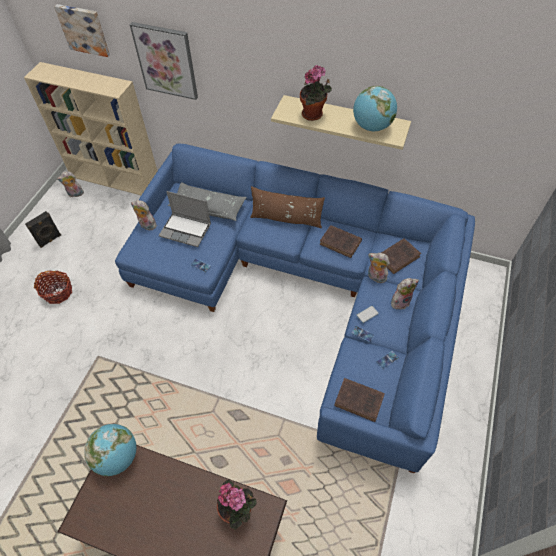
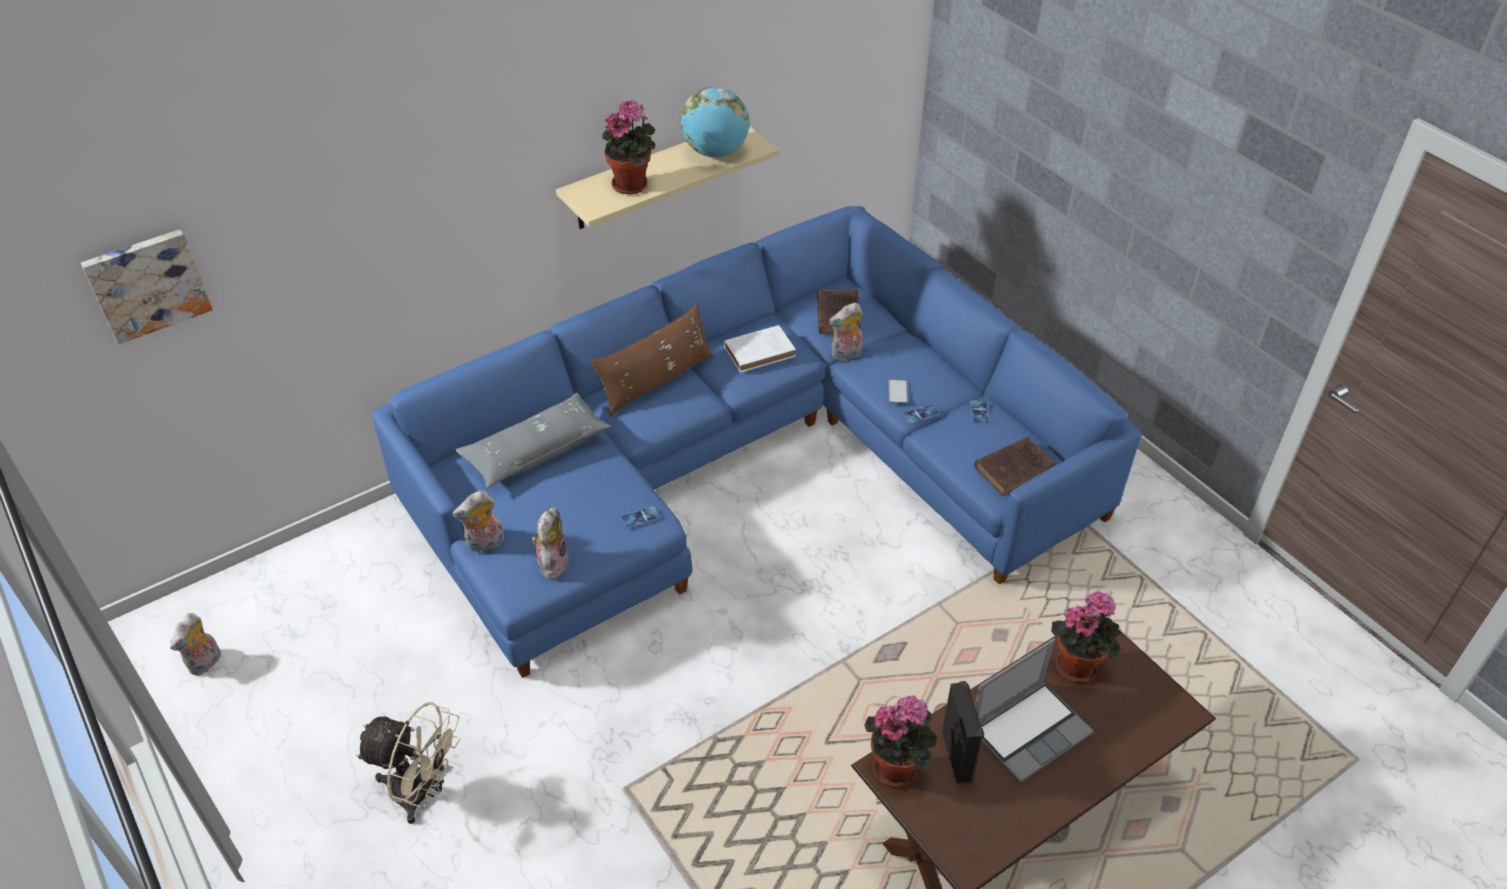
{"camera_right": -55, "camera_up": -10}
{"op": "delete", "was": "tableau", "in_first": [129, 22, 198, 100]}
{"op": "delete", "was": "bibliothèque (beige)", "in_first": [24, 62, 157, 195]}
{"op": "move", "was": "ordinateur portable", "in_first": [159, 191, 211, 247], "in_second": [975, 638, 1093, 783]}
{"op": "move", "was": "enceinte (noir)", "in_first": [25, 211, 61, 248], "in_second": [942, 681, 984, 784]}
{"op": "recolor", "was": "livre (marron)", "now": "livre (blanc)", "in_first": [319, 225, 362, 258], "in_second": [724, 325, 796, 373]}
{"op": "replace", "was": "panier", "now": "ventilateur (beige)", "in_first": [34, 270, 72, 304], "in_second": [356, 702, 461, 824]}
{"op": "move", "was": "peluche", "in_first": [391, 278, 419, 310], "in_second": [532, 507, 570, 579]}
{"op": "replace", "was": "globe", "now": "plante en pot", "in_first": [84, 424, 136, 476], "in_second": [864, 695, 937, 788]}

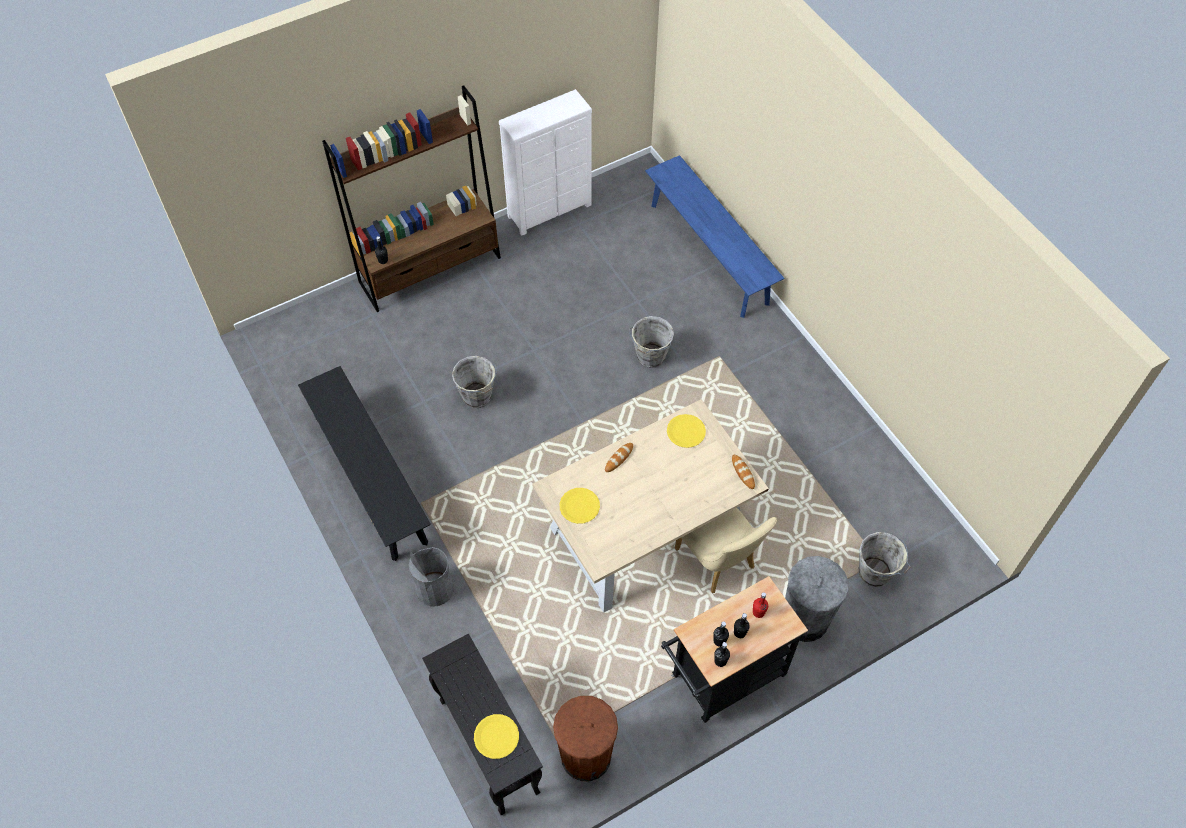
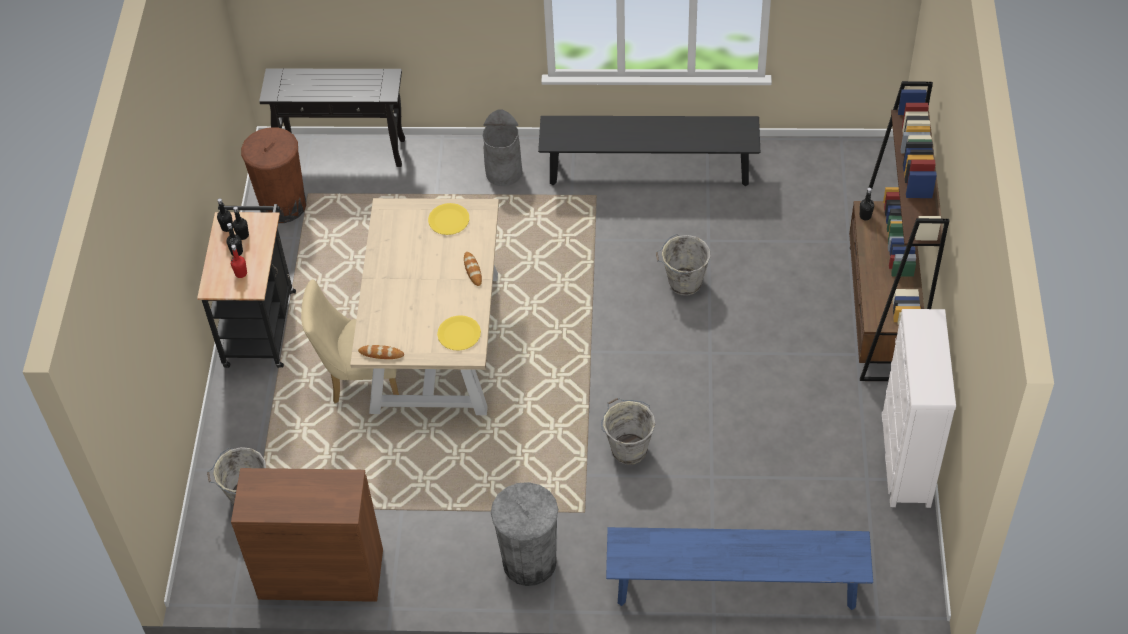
{"camera_right": 125, "camera_up": -5}
{"op": "move", "was": "poubelle (gris)", "in_first": [785, 556, 849, 642], "in_second": [491, 482, 558, 586]}
{"op": "delete", "was": "assiette (jaune)", "in_first": [474, 714, 519, 759]}
{"op": "insert", "now": "meuble de rangement (marron)", "in_second": [231, 468, 383, 602]}

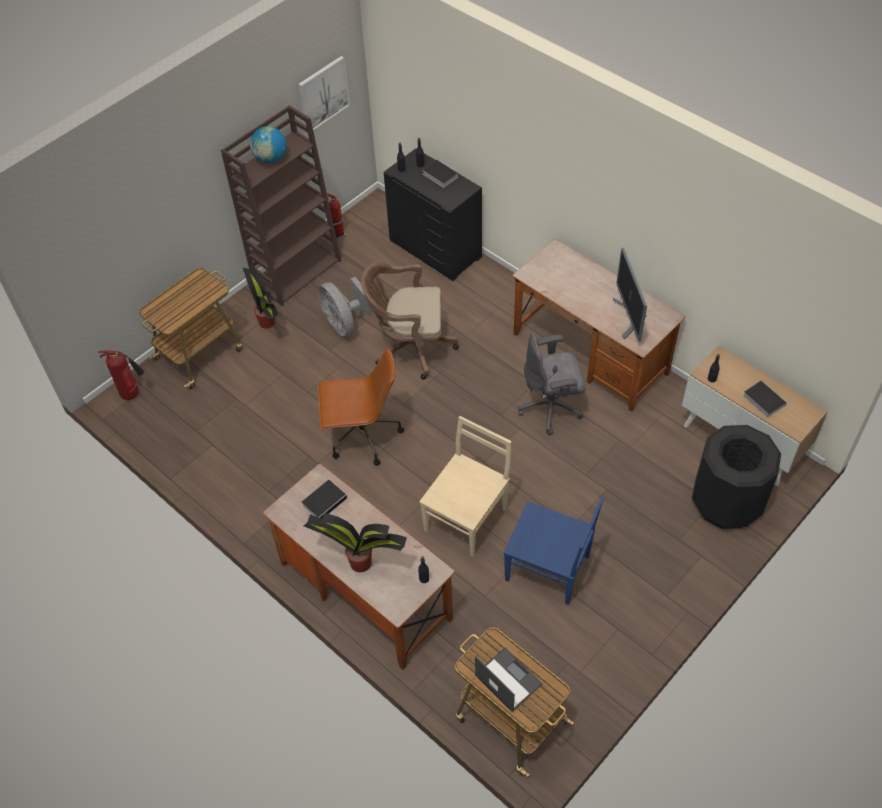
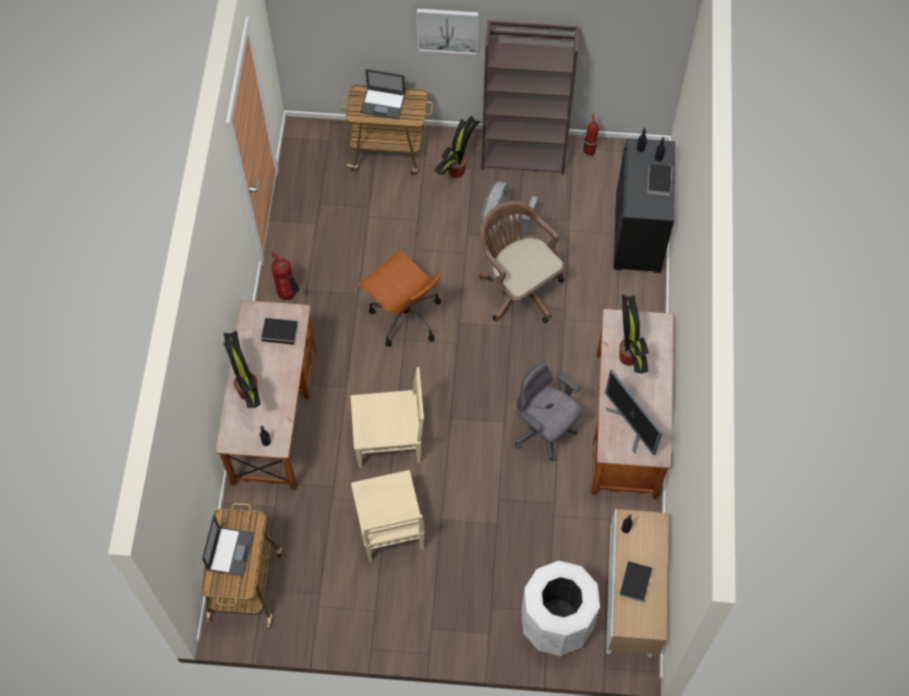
{"camera_right": 50, "camera_up": 10}
{"op": "move", "was": "tableau", "in_first": [298, 56, 350, 131], "in_second": [417, 9, 478, 55]}
{"op": "delete", "was": "globe", "in_first": [250, 126, 286, 163]}
{"op": "rotate", "was": "écran d'ordinateur", "in_first": [613, 248, 647, 342], "in_second": [605, 369, 662, 456], "clockwise": -75}
{"op": "move", "was": "extincteur", "in_first": [98, 349, 144, 400], "in_second": [271, 251, 299, 300]}
{"op": "recolor", "was": "poubelle (noir)", "now": "poubelle (blanc)", "in_first": [692, 425, 781, 529], "in_second": [521, 561, 600, 656]}
{"op": "recolor", "was": "chaise (bleu)", "now": "chaise (beige)", "in_first": [504, 497, 604, 605], "in_second": [351, 470, 425, 562]}
{"op": "insert", "now": "ordinateur portable", "in_second": [360, 69, 406, 120]}
{"op": "insert", "now": "plante en pot", "in_second": [619, 295, 649, 374]}

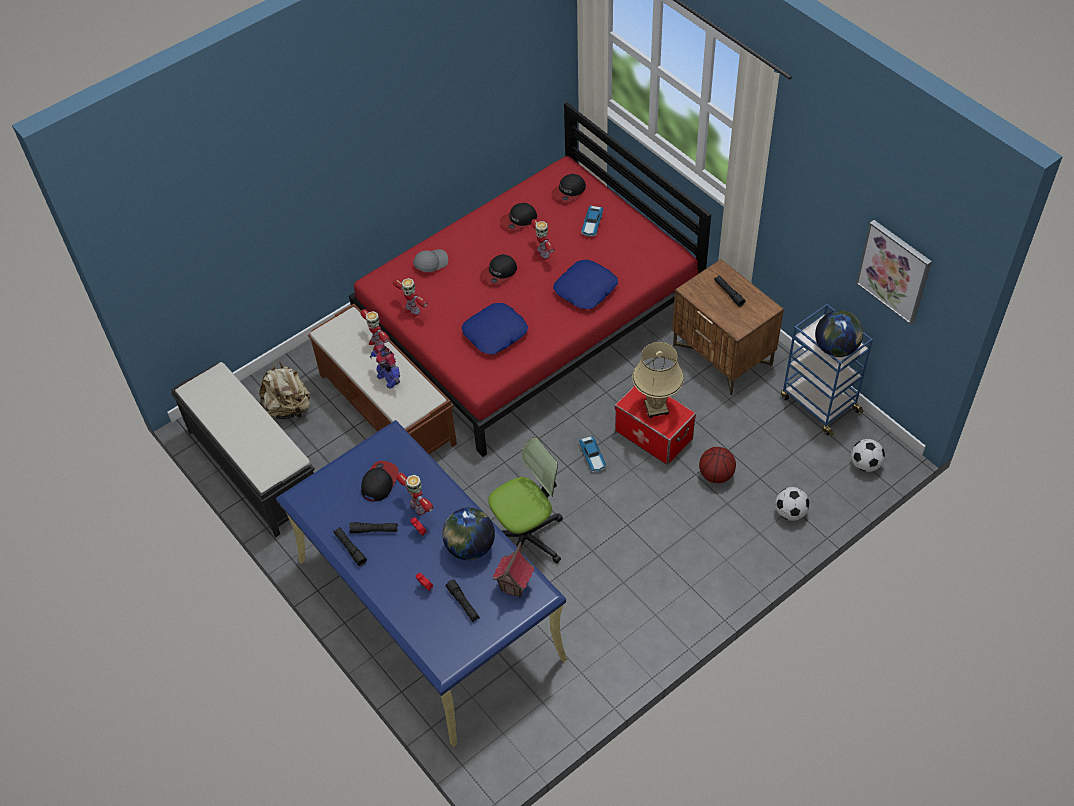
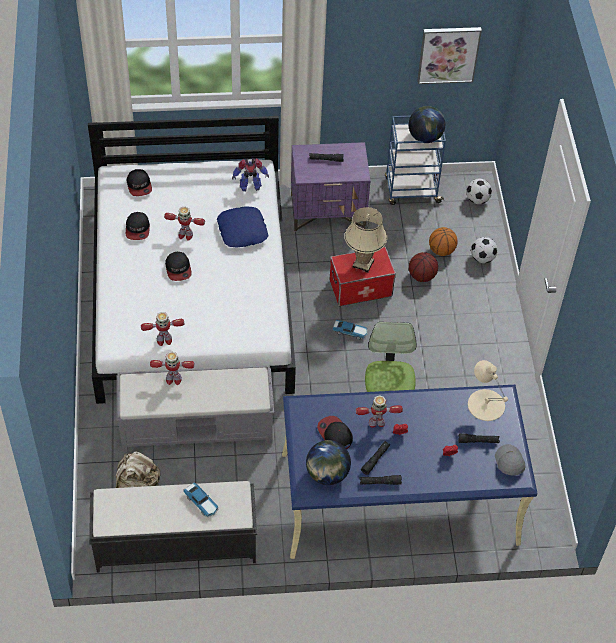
{"camera_right": -60, "camera_up": 0}
{"op": "recolor", "was": "lit (rouge)", "now": "lit (blanc)", "in_first": [349, 102, 711, 457], "in_second": [88, 116, 296, 404]}
{"op": "move", "was": "petite voiture", "in_first": [581, 205, 603, 237], "in_second": [183, 482, 219, 517]}
{"op": "move", "was": "casquette (gris)", "in_first": [413, 249, 448, 272], "in_second": [495, 444, 525, 475]}
{"op": "recolor", "was": "table de chevet (marron)", "now": "table de chevet (violet)", "in_first": [672, 259, 784, 395], "in_second": [291, 142, 371, 232]}
{"op": "delete", "was": "coussin (bleu)", "in_first": [462, 303, 528, 355]}
{"op": "recolor", "was": "banc (marron)", "now": "banc (gris)", "in_first": [308, 304, 457, 454], "in_second": [116, 365, 274, 452]}
{"op": "move", "was": "robot jouet", "in_first": [370, 344, 400, 389], "in_second": [232, 158, 269, 191]}
{"op": "move", "was": "globe", "in_first": [442, 508, 495, 560], "in_second": [306, 440, 351, 485]}
{"op": "replace", "was": "maison miniature", "now": "lampe de table (beige)", "in_first": [493, 542, 534, 598], "in_second": [468, 360, 508, 421]}
{"op": "insert", "now": "ballon de basket", "in_second": [429, 227, 458, 256]}

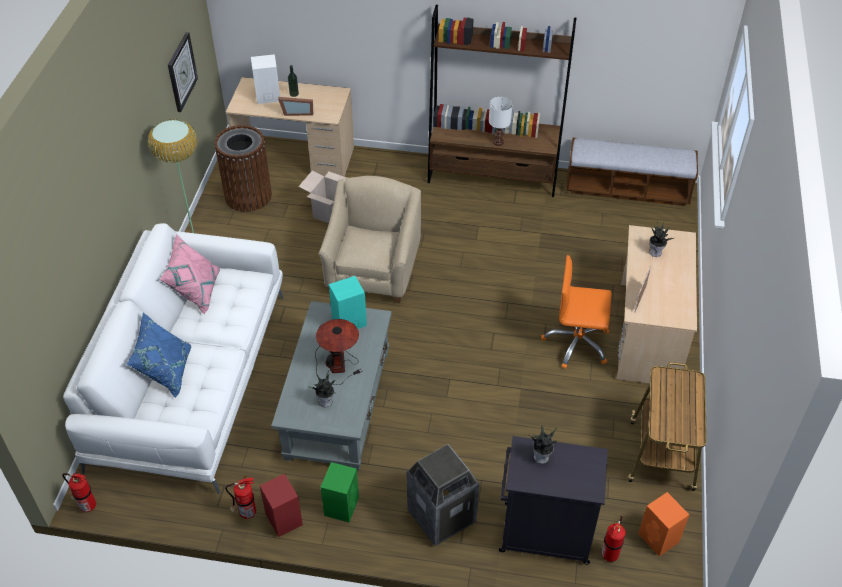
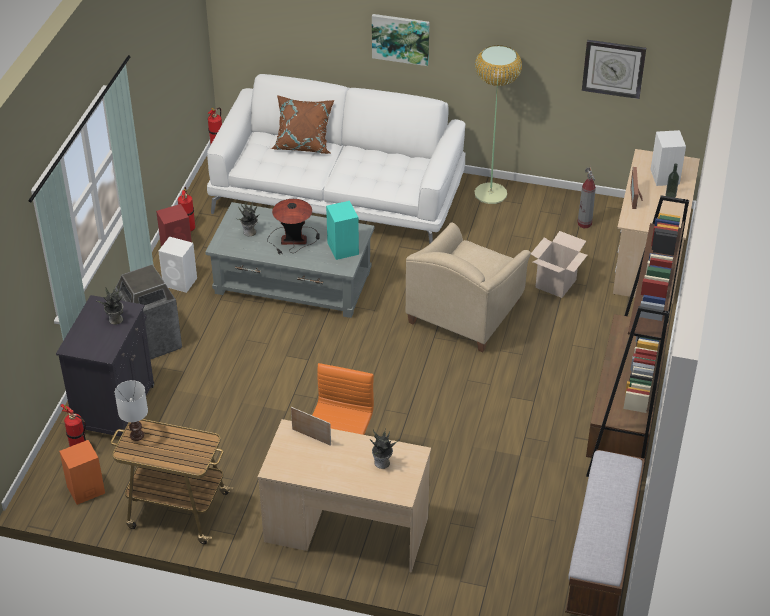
{"camera_right": 95, "camera_up": -5}
{"op": "move", "was": "lampe de table (blanc)", "in_first": [489, 97, 513, 146], "in_second": [115, 380, 148, 441]}
{"op": "replace", "was": "poubelle (marron)", "now": "extincteur", "in_first": [214, 125, 272, 212], "in_second": [577, 166, 596, 228]}
{"op": "rotate", "was": "fauteuil (beige)", "in_first": [319, 176, 421, 303], "in_second": [406, 222, 531, 352], "clockwise": 105}
{"op": "delete", "was": "coussin (rose)", "in_first": [160, 235, 220, 314]}
{"op": "recolor", "was": "coussin (bleu)", "now": "coussin (marron)", "in_first": [126, 312, 191, 398], "in_second": [271, 95, 334, 154]}
{"op": "recolor", "was": "enceinte (vert)", "now": "enceinte (blanc)", "in_first": [320, 462, 359, 522], "in_second": [158, 236, 197, 293]}
{"op": "insert", "now": "tableau", "in_second": [372, 14, 430, 66]}

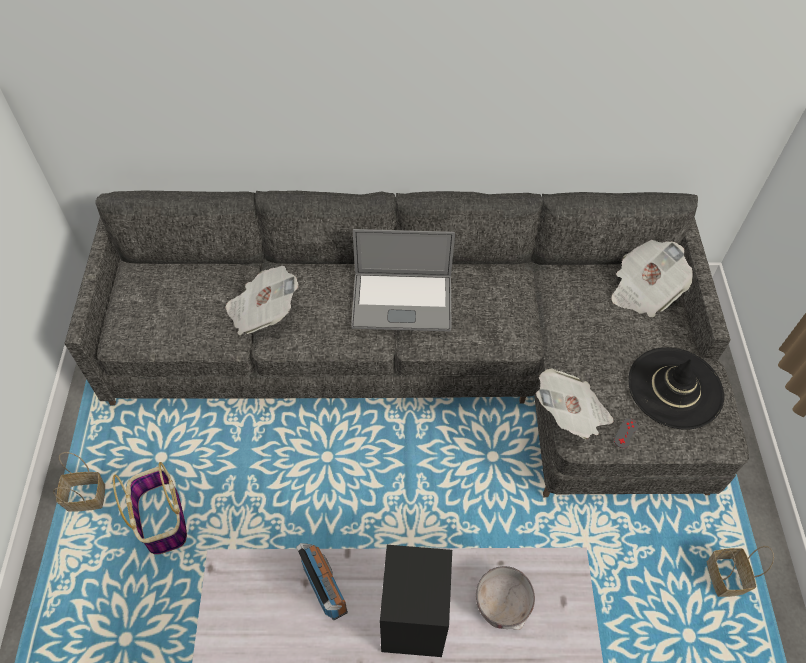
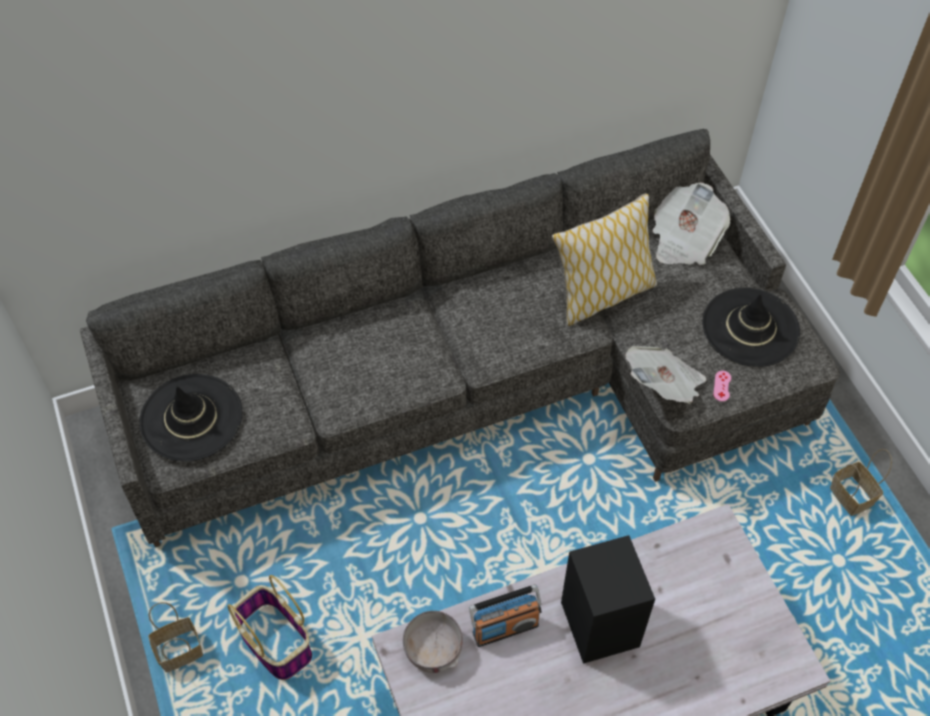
{"camera_right": -20, "camera_up": 0}
{"op": "delete", "was": "ordinateur portable", "in_first": [351, 229, 455, 332]}
{"op": "delete", "was": "journal", "in_first": [225, 266, 298, 335]}
{"op": "recolor", "was": "manette (gris)", "now": "manette (rose)", "in_first": [614, 418, 638, 448], "in_second": [713, 371, 731, 402]}
{"op": "rotate", "was": "radio", "in_first": [296, 543, 348, 620], "in_second": [469, 584, 542, 647], "clockwise": 120}
{"op": "move", "was": "bol (gris)", "in_first": [476, 566, 535, 630], "in_second": [403, 611, 463, 673]}
{"op": "insert", "now": "coussin", "in_second": [552, 193, 657, 326]}
{"op": "insert", "now": "chapeau (noir)", "in_second": [139, 374, 242, 462]}

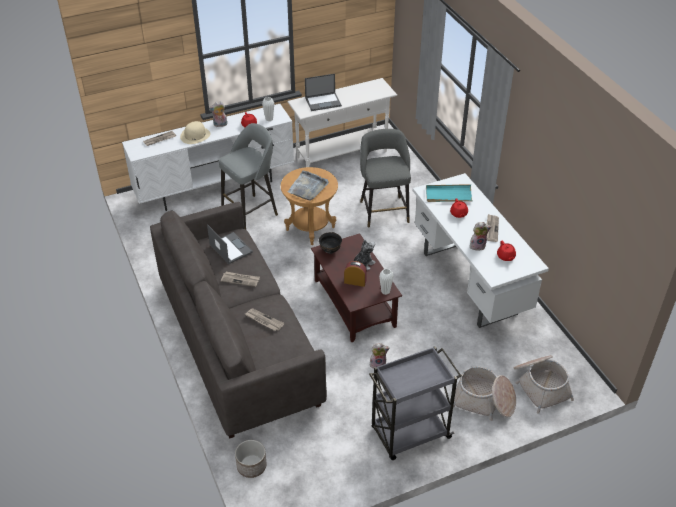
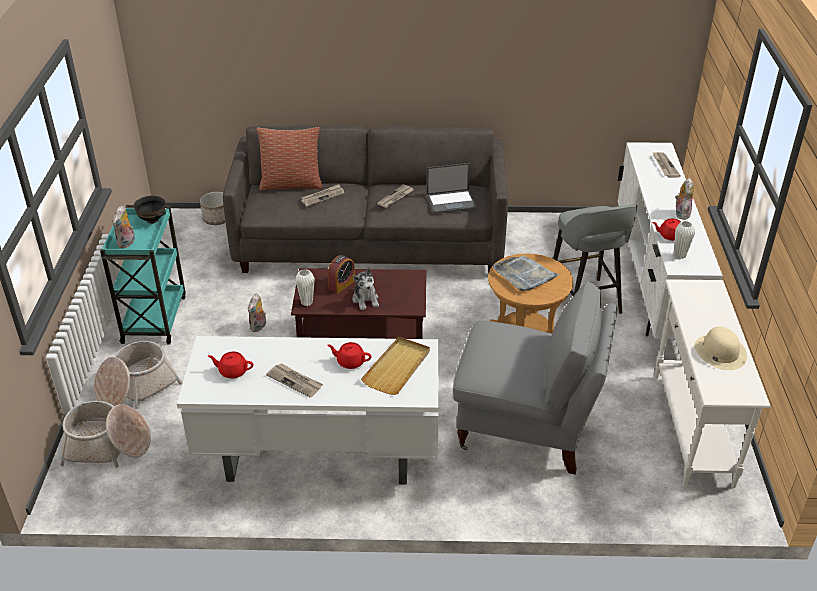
{"camera_right": 115, "camera_up": -5}
{"op": "delete", "was": "ordinateur portable", "in_first": [305, 74, 342, 111]}
{"op": "move", "was": "chapeau (beige)", "in_first": [180, 121, 210, 144], "in_second": [694, 327, 747, 370]}
{"op": "replace", "was": "tabouret (gris)", "now": "fauteuil (gris)", "in_first": [360, 129, 411, 228], "in_second": [453, 281, 618, 475]}
{"op": "recolor", "was": "plateau (turquoise)", "now": "plateau (beige)", "in_first": [426, 184, 473, 202], "in_second": [361, 337, 430, 395]}
{"op": "move", "was": "peluche", "in_first": [470, 222, 491, 251], "in_second": [112, 206, 135, 249]}
{"op": "move", "was": "bol (noir)", "in_first": [319, 232, 342, 254], "in_second": [133, 196, 166, 224]}
{"op": "recolor", "was": "chariot (gris)", "now": "chariot (turquoise)", "in_first": [369, 346, 461, 460], "in_second": [100, 205, 186, 344]}
{"op": "insert", "now": "coussin", "in_second": [256, 127, 323, 190]}

